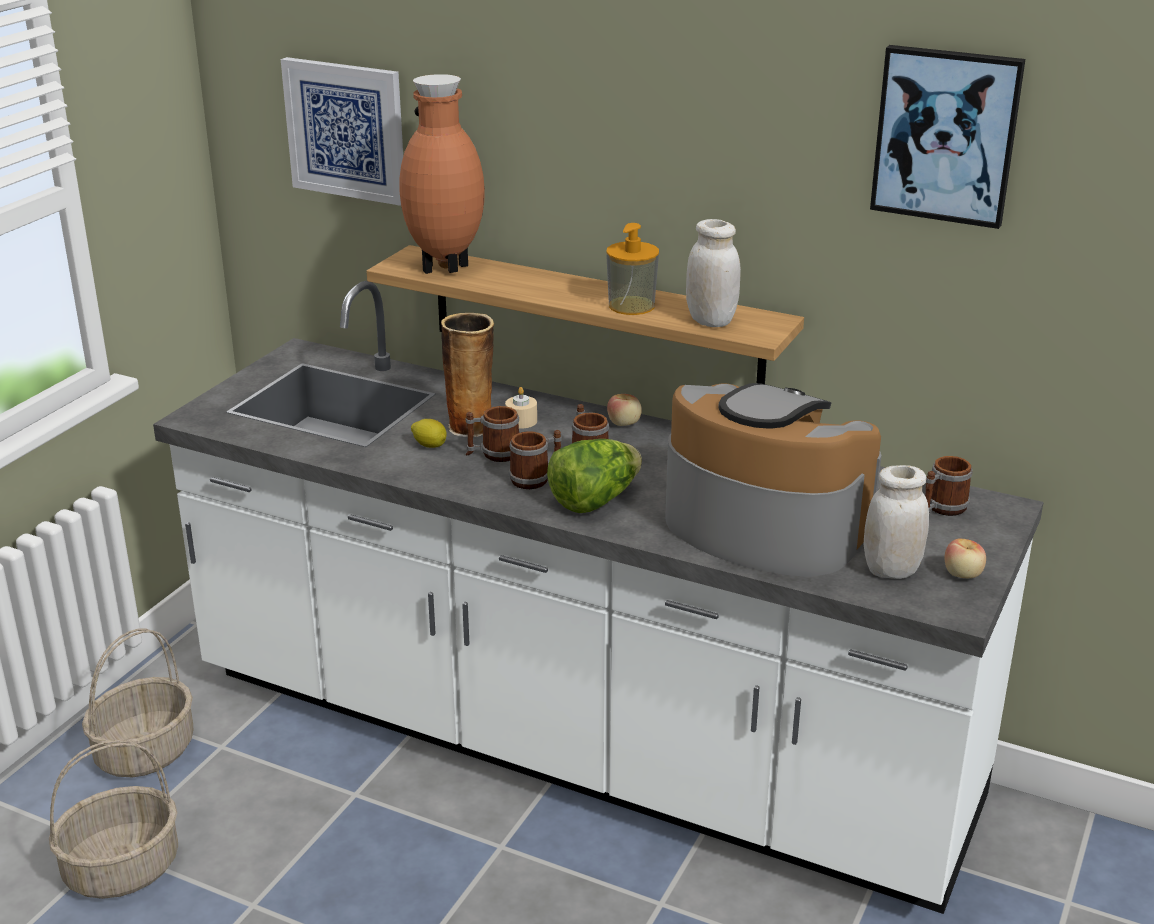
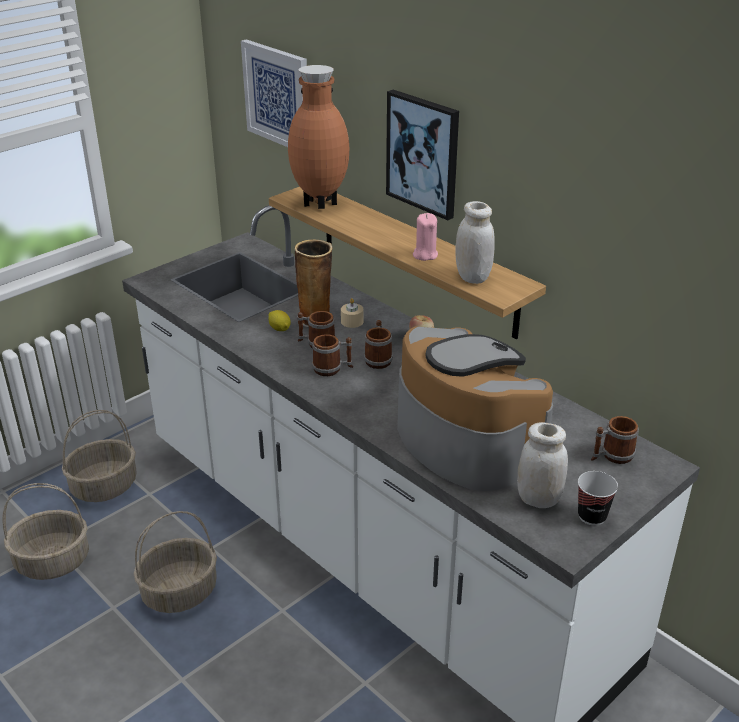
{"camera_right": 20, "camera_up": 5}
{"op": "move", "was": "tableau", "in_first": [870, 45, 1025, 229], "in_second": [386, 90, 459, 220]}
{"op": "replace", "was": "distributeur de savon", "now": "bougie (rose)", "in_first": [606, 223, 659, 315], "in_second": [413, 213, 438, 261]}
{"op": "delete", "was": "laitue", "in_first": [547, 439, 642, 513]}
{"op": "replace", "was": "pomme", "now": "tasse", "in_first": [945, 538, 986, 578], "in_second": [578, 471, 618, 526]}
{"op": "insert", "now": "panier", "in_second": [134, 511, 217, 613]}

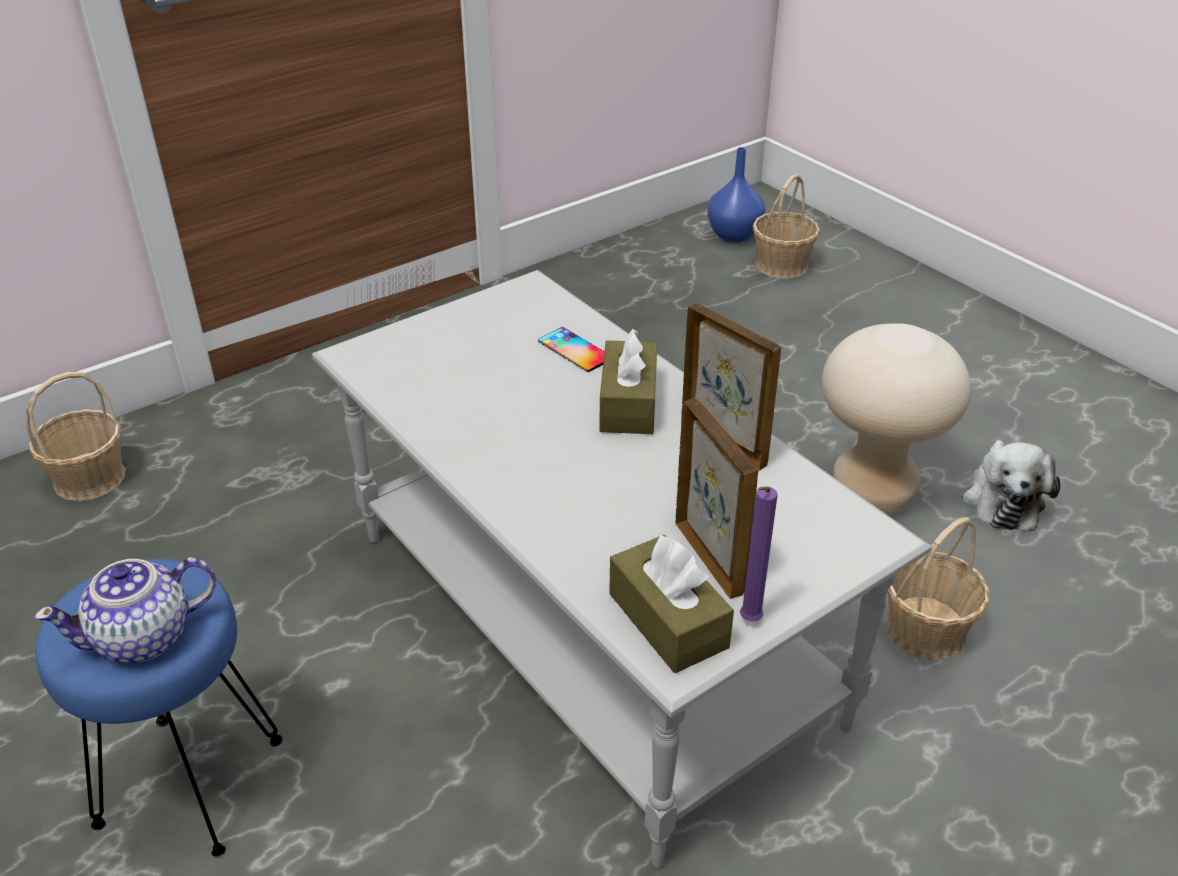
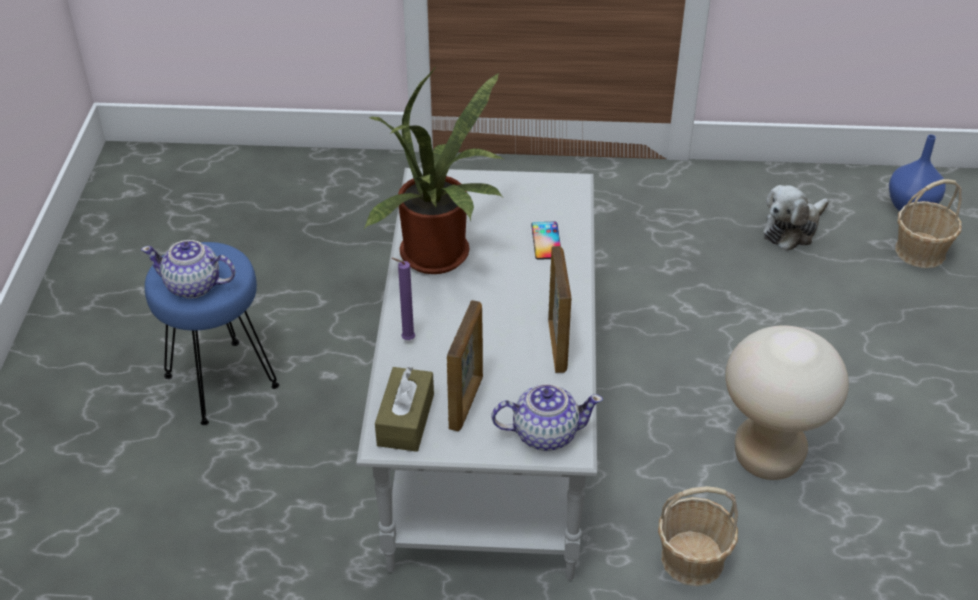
{"camera_right": 40, "camera_up": 5}
{"op": "delete", "was": "boîte à mouchoirs (marron)", "in_first": [599, 329, 657, 434]}
{"op": "delete", "was": "panier", "in_first": [26, 372, 126, 501]}
{"op": "move", "was": "peluche", "in_first": [962, 440, 1060, 531], "in_second": [763, 185, 829, 251]}
{"op": "move", "was": "bougie (violet)", "in_first": [740, 486, 778, 622], "in_second": [391, 258, 415, 340]}
{"op": "insert", "now": "plante en pot", "in_second": [364, 68, 503, 274]}
{"op": "insert", "now": "théière", "in_second": [491, 384, 603, 451]}

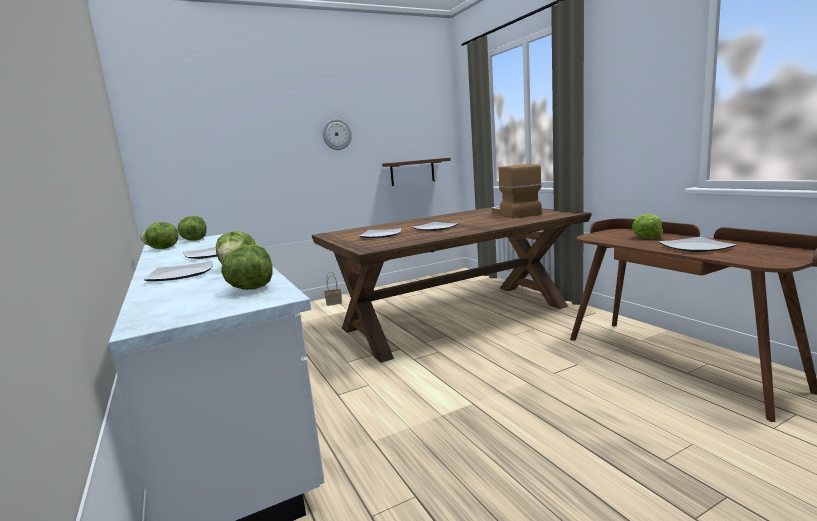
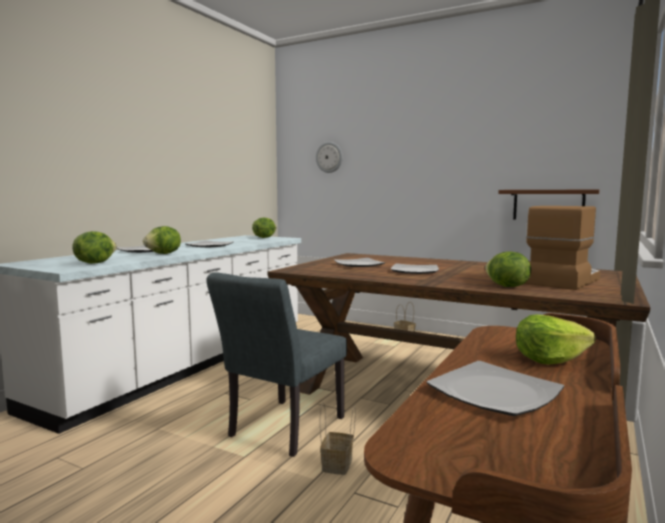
{"camera_right": 55, "camera_up": -5}
{"op": "move", "was": "horloge murale", "in_first": [322, 118, 352, 150], "in_second": [316, 142, 343, 173]}
{"op": "move", "was": "laitue", "in_first": [140, 222, 178, 249], "in_second": [485, 252, 531, 287]}
{"op": "insert", "now": "chaise (gris)", "in_second": [206, 272, 347, 457]}
{"op": "insert", "now": "panier", "in_second": [320, 402, 356, 475]}

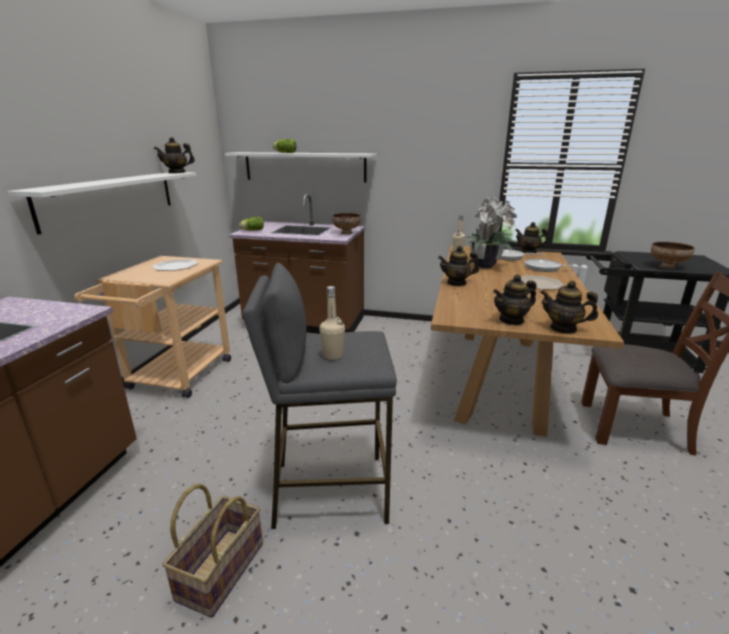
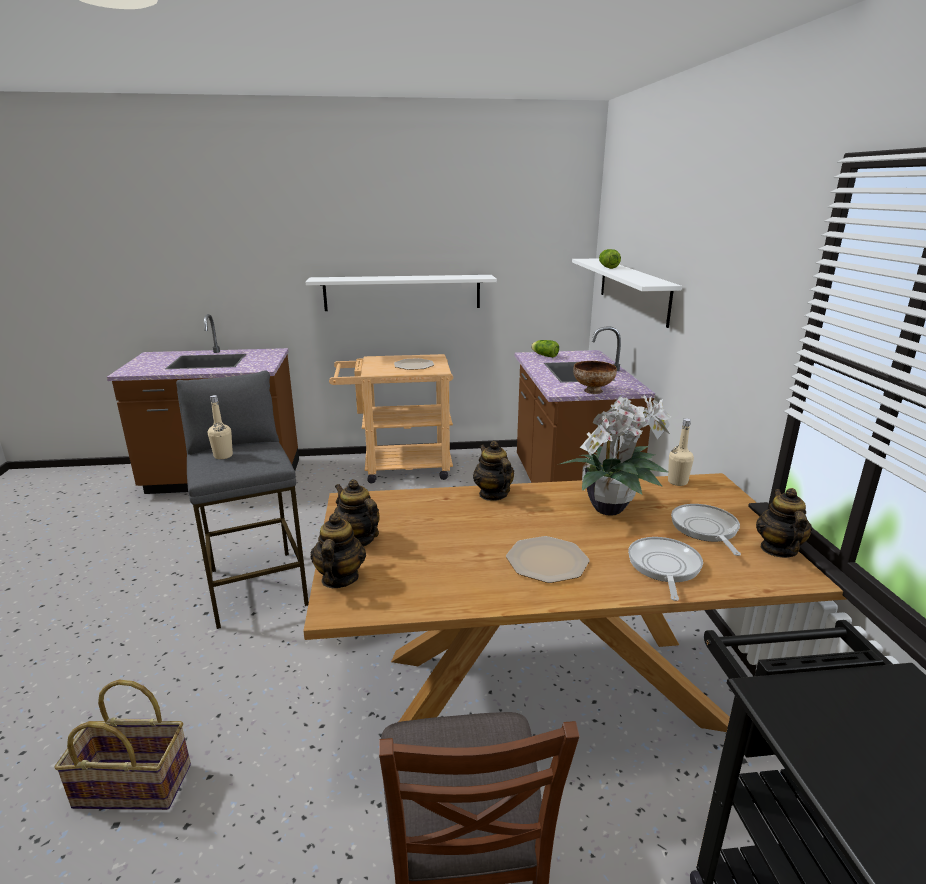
{"camera_right": 70, "camera_up": 0}
{"op": "delete", "was": "théière", "in_first": [154, 137, 195, 173]}
{"op": "delete", "was": "bol", "in_first": [651, 242, 695, 269]}
{"op": "move", "was": "panier", "in_first": [162, 484, 263, 618], "in_second": [54, 679, 191, 810]}

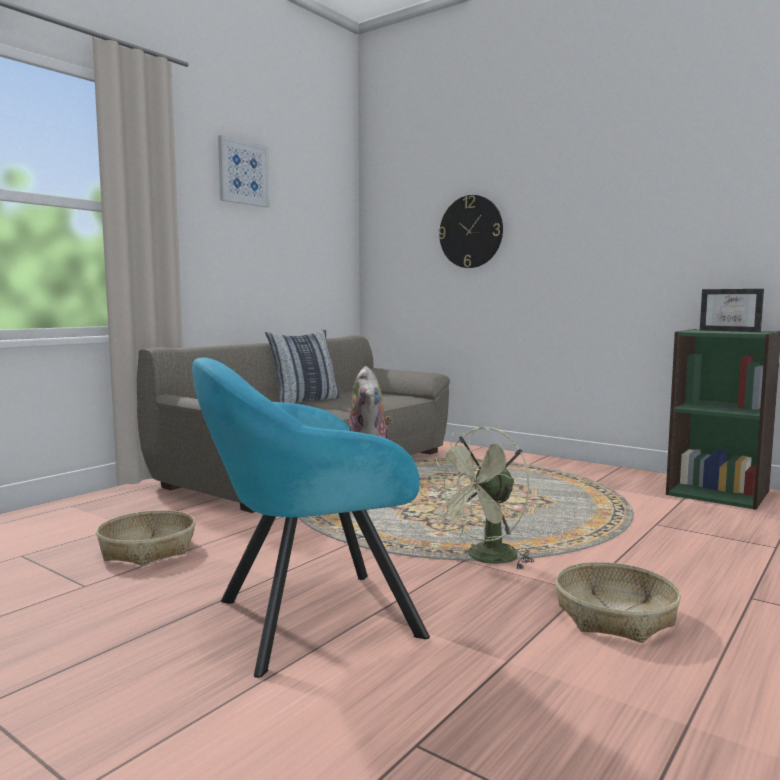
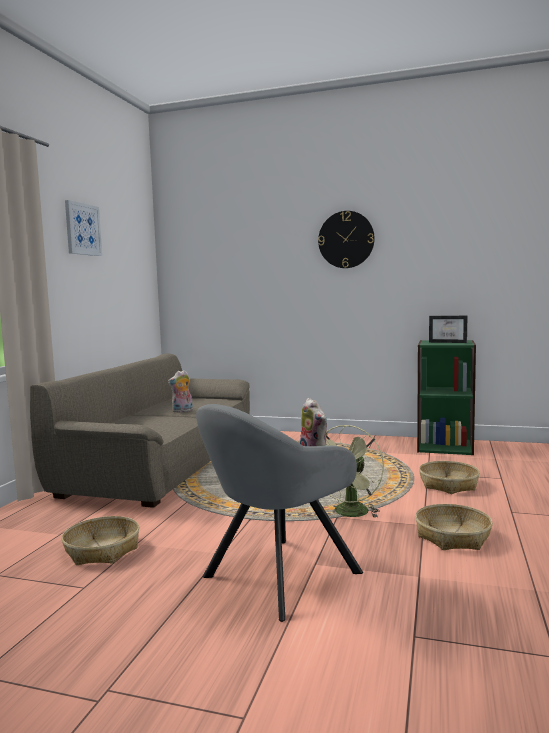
{"camera_right": -20, "camera_up": 0}
{"op": "move", "was": "horloge murale", "in_first": [439, 195, 503, 268], "in_second": [318, 211, 375, 268]}
{"op": "delete", "was": "coussin", "in_first": [265, 330, 341, 403]}
{"op": "recolor", "was": "fauteuil (turquoise)", "now": "fauteuil (gris)", "in_first": [192, 357, 430, 678], "in_second": [196, 404, 363, 622]}
{"op": "insert", "now": "peluche", "in_second": [168, 370, 193, 413]}
{"op": "insert", "now": "panier", "in_second": [419, 461, 480, 494]}

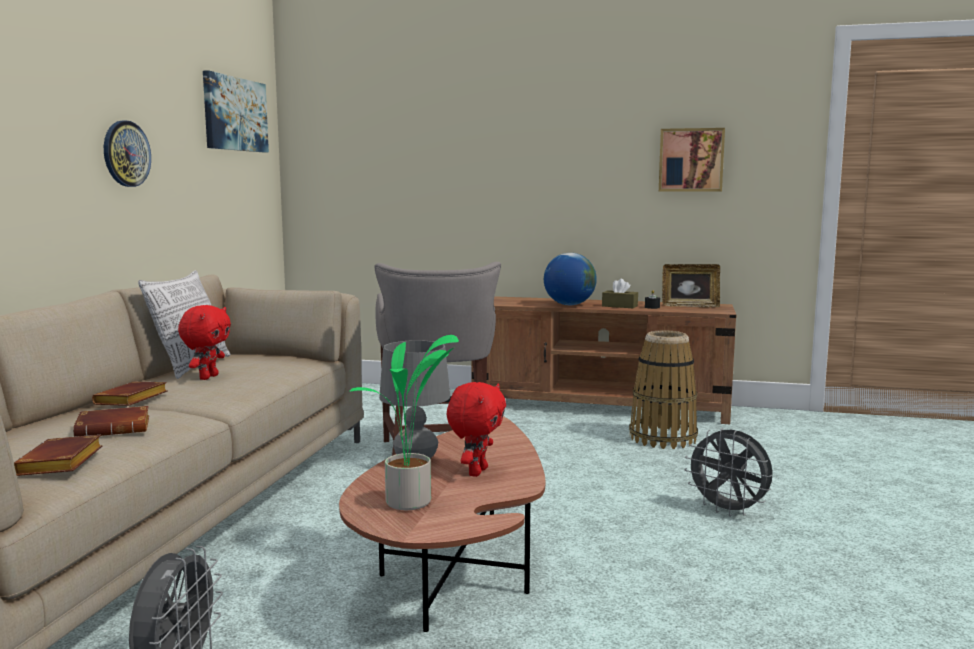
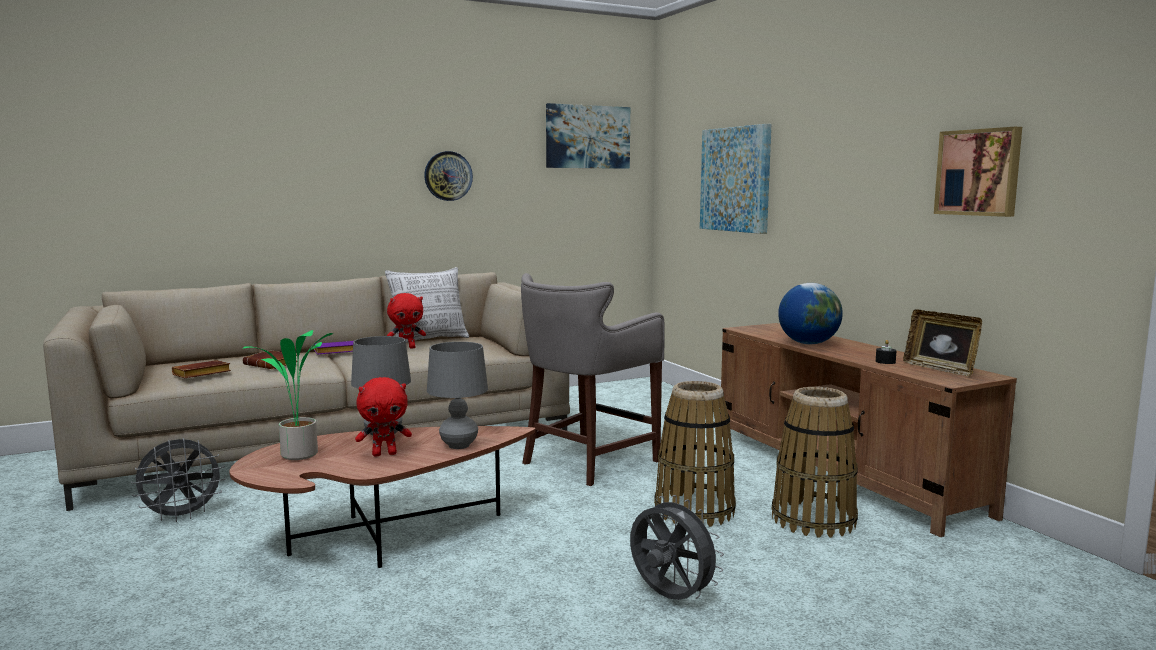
{"camera_right": 50, "camera_up": 0}
{"op": "delete", "was": "boîte à mouchoirs (marron)", "in_first": [602, 279, 638, 308]}
{"op": "recolor", "was": "livre (marron)", "now": "livre (violet)", "in_first": [92, 381, 167, 406], "in_second": [314, 341, 353, 354]}
{"op": "rotate", "was": "ventilateur (gris)", "in_first": [684, 428, 773, 516], "in_second": [630, 495, 724, 600], "clockwise": 135}
{"op": "insert", "now": "tableau", "in_second": [700, 124, 771, 234]}
{"op": "insert", "now": "lampe de table (gris)", "in_second": [427, 342, 488, 449]}
{"op": "insert", "now": "panier", "in_second": [654, 381, 736, 527]}

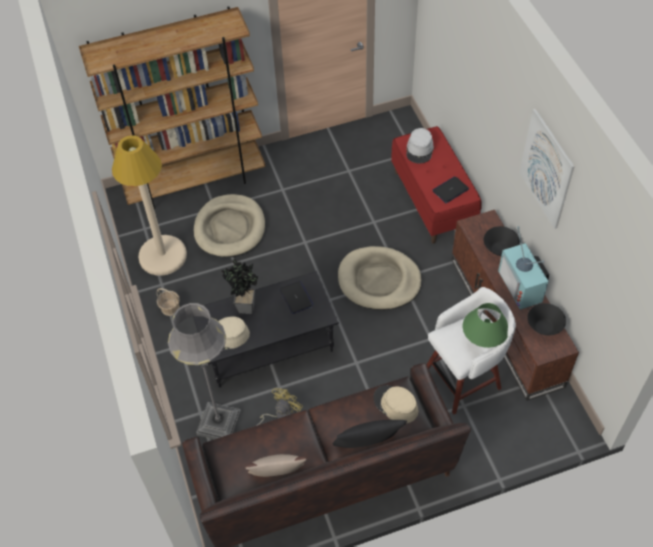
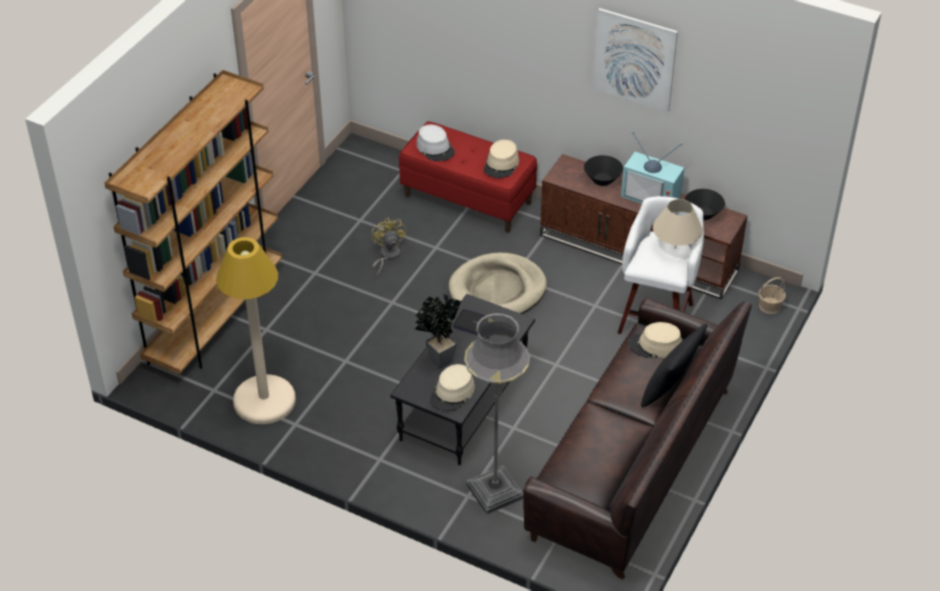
{"camera_right": -45, "camera_up": -10}
{"op": "replace", "was": "ordinateur portable", "now": "chapeau (beige)", "in_first": [433, 176, 469, 203], "in_second": [484, 140, 519, 178]}
{"op": "delete", "was": "panier pour chien (beige)", "in_first": [194, 194, 265, 258]}
{"op": "move", "was": "panier", "in_first": [157, 288, 180, 316], "in_second": [759, 277, 786, 314]}
{"op": "recolor", "was": "lampe de table (vert)", "now": "lampe de table (beige)", "in_first": [463, 303, 508, 348], "in_second": [653, 199, 703, 249]}
{"op": "move", "was": "ventilateur (jaune)", "in_first": [256, 388, 303, 426], "in_second": [371, 217, 407, 275]}
{"op": "delete", "was": "coussin (beige)", "in_first": [245, 454, 307, 477]}

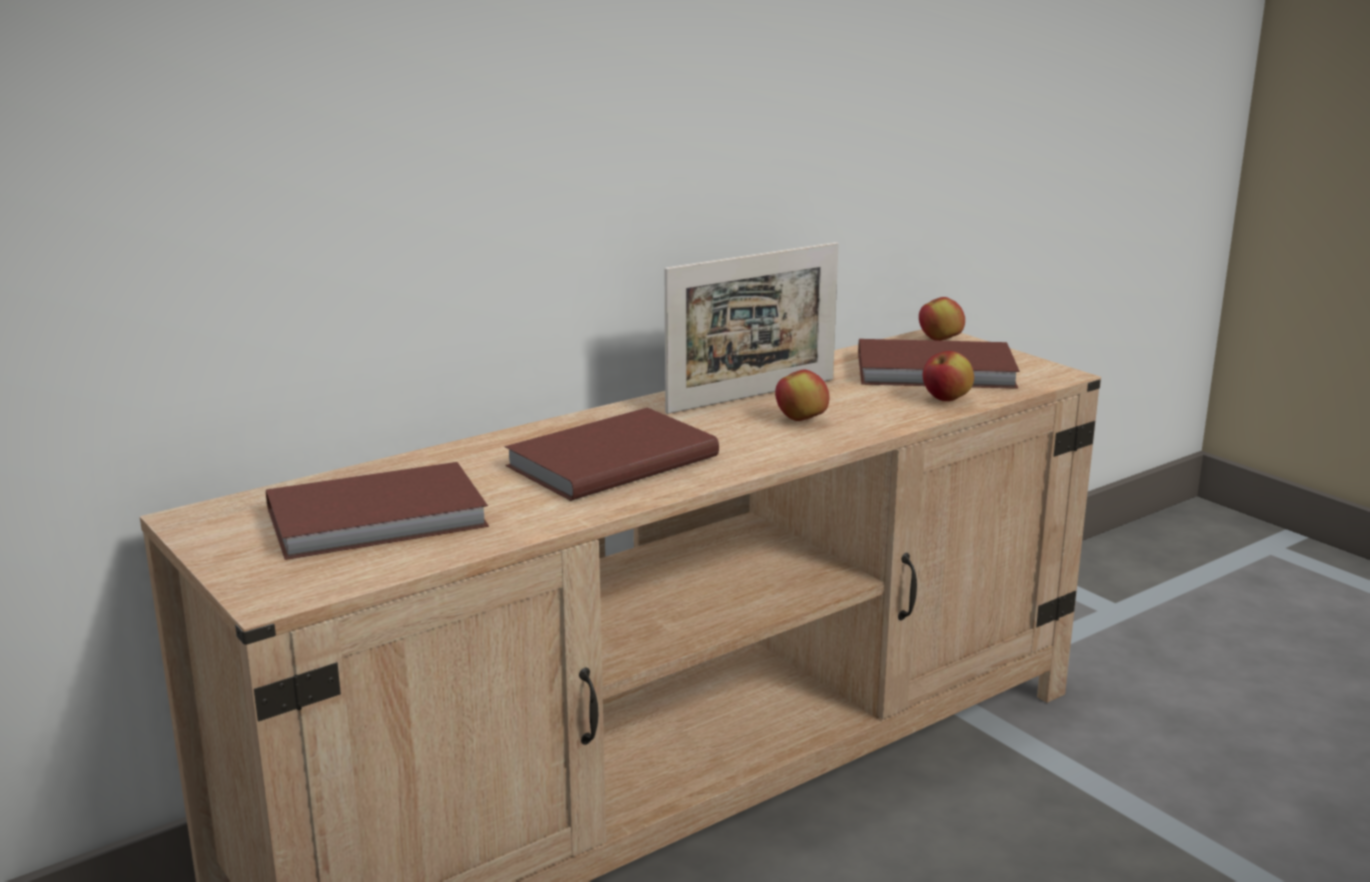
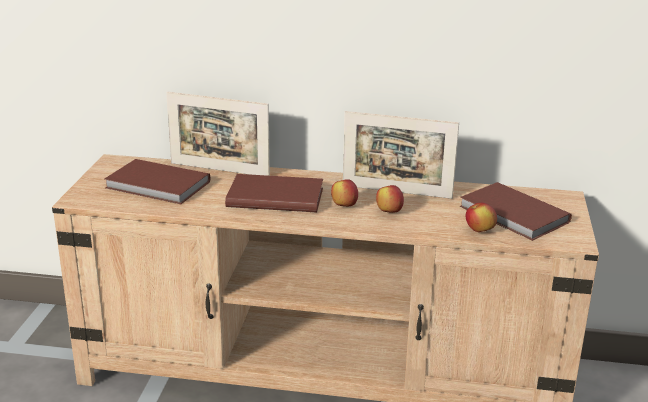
{"camera_right": 45, "camera_up": 5}
{"op": "move", "was": "pomme", "in_first": [919, 297, 965, 341], "in_second": [331, 179, 358, 206]}
{"op": "insert", "now": "cadre photo", "in_second": [166, 91, 270, 176]}

